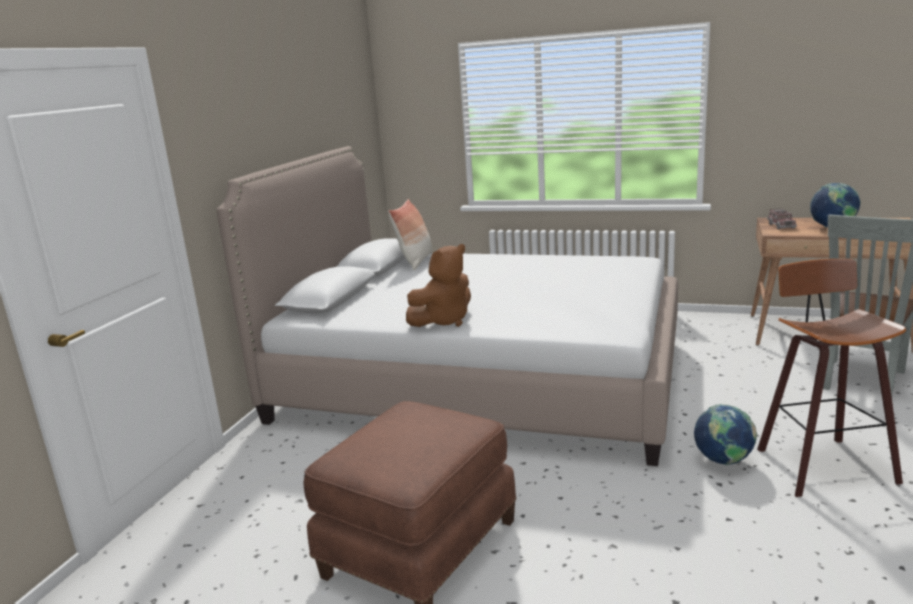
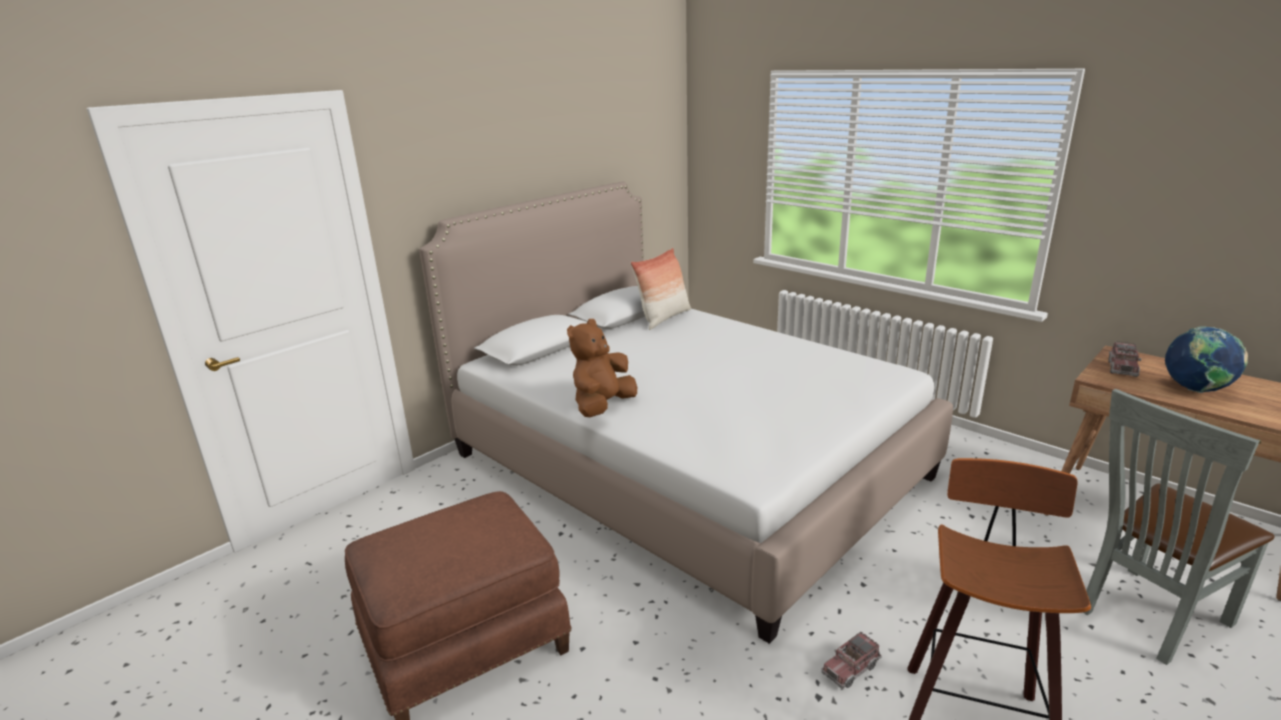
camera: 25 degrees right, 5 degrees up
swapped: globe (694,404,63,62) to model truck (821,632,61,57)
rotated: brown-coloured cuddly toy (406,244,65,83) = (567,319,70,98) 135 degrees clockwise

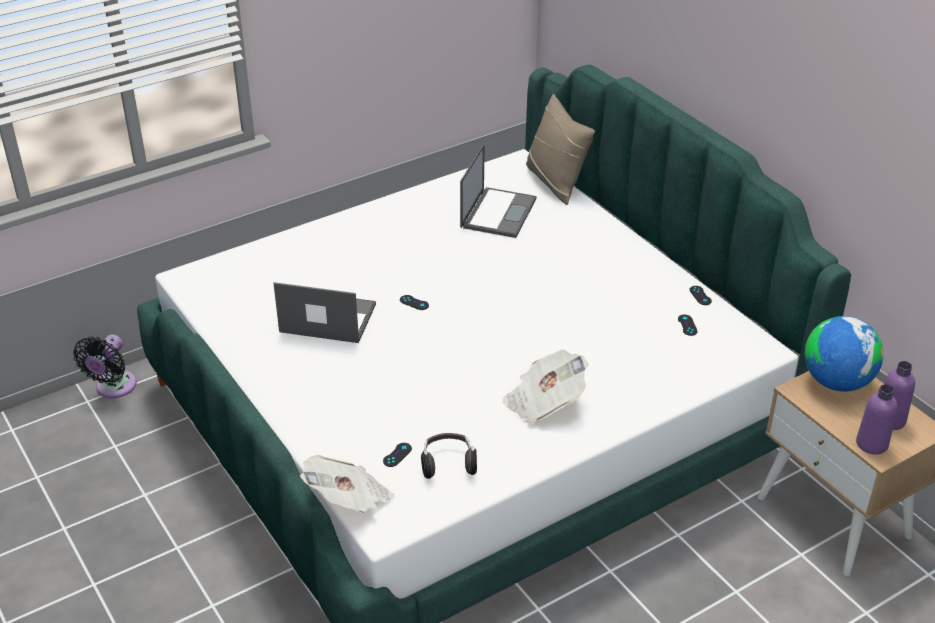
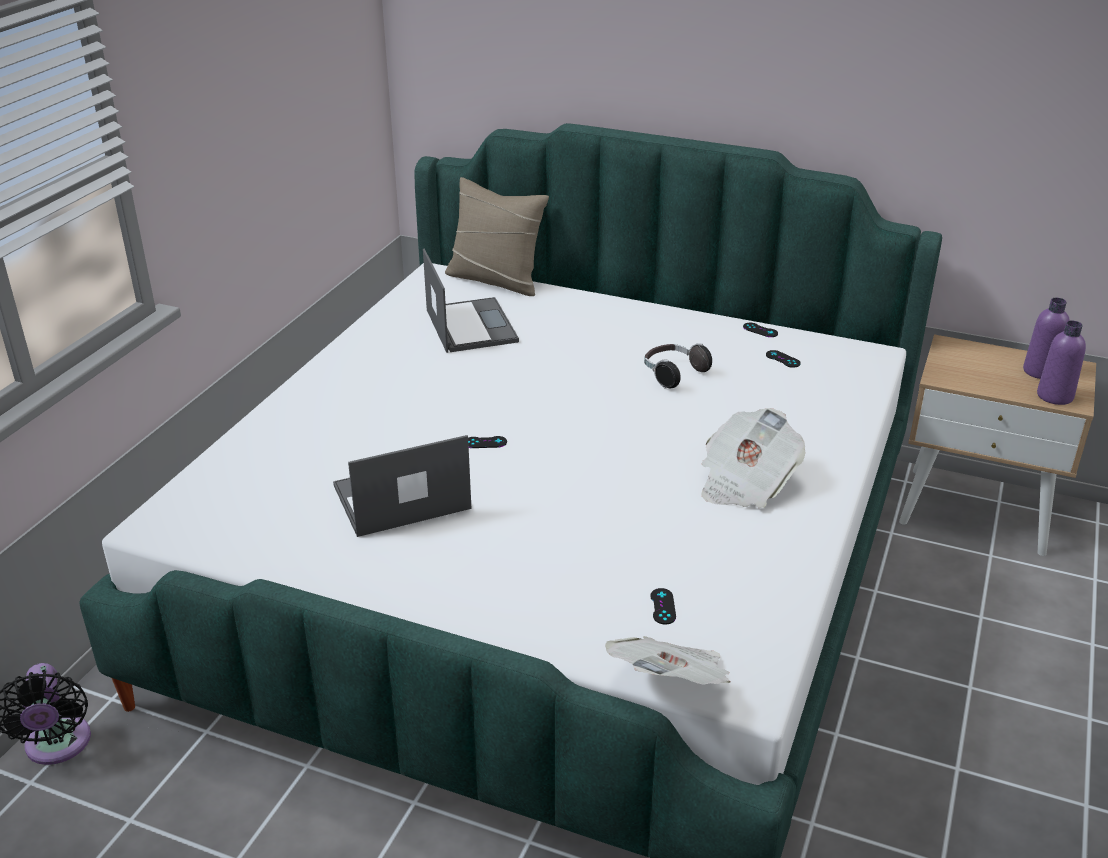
camera: 35 degrees left, 5 degrees down
gone: globe (805,316,78,76)
shifted: headset (421,433,56,46) to (644,343,68,46)

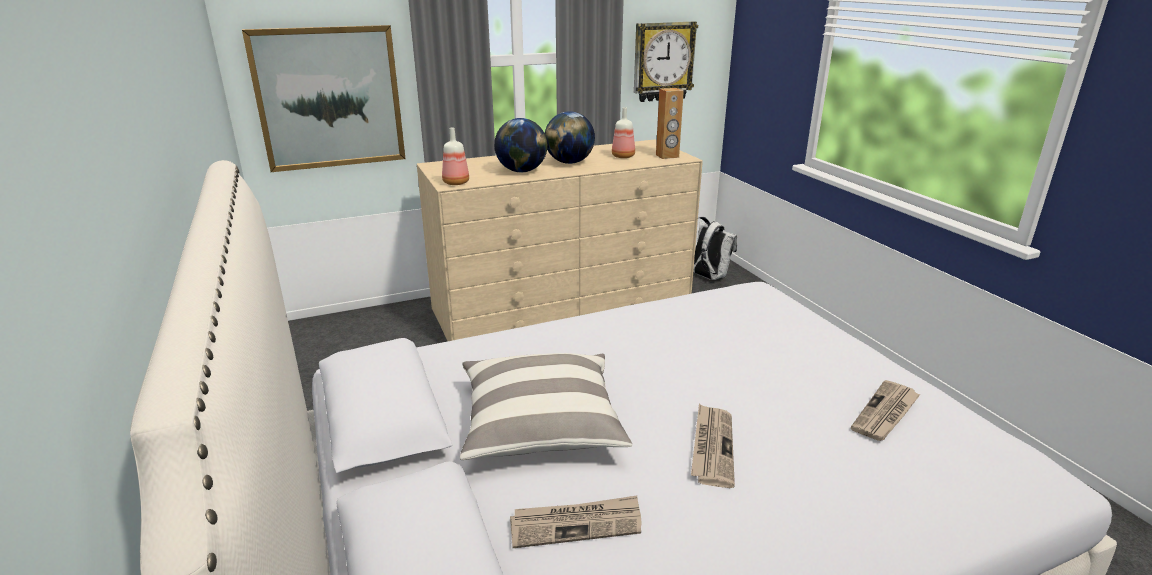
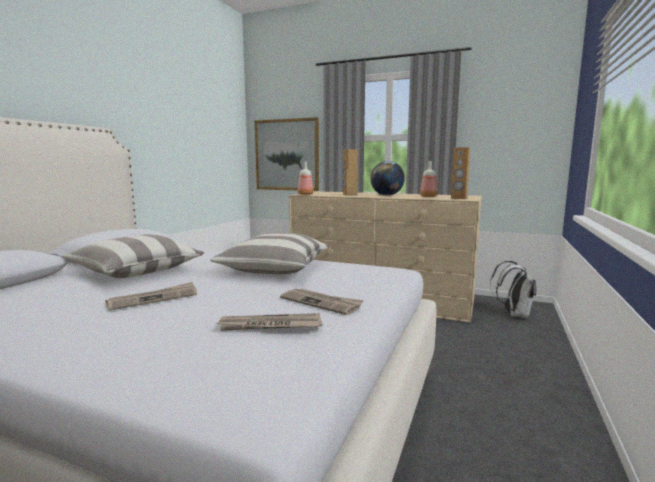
camera: 45 degrees right, 15 degrees down
gone: hanging clock (634,22,64,80)
new: pillow (210,232,119,42)
shifted: newspaper (510,496,132,52) to (280,288,84,27)
swapped: globe (494,118,53,54) to brown-coloured speaker (343,149,15,47)

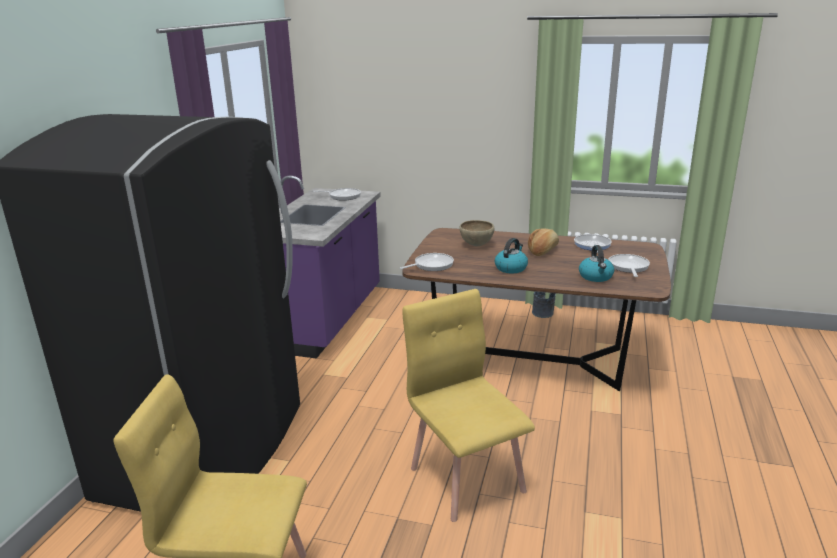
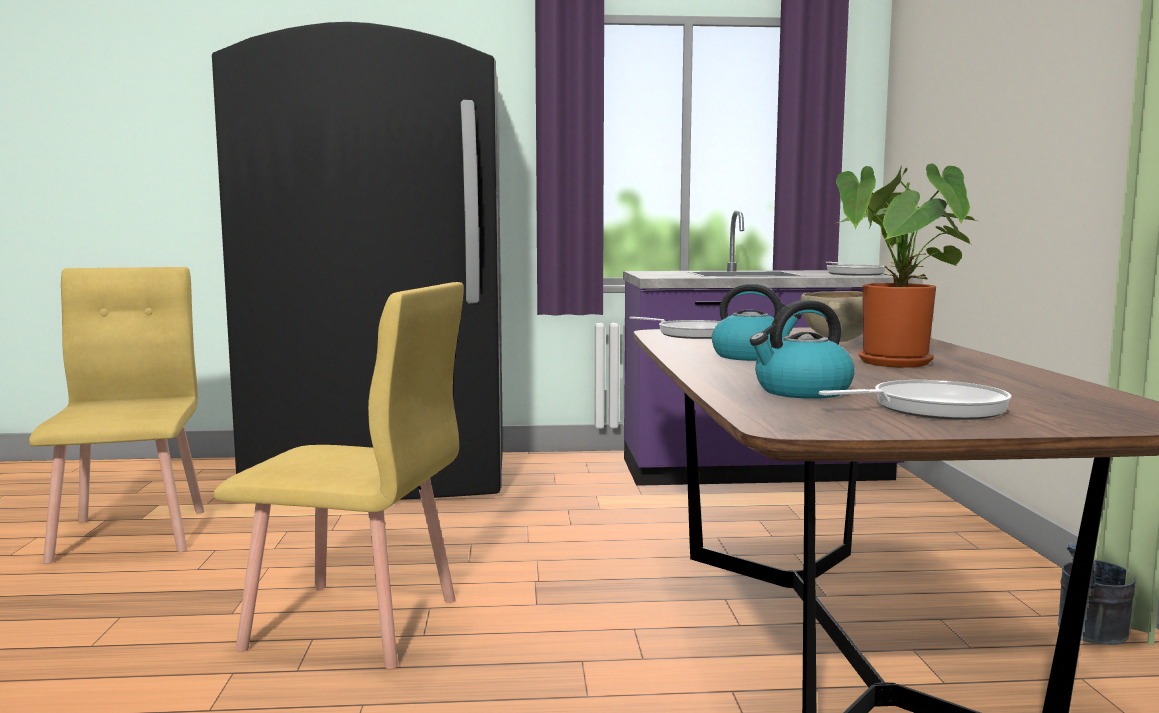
camera: 70 degrees right, 15 degrees down
gone: frying pan (574,234,38,19)
swapped: bread (528,228,31,28) to potted plant (836,164,141,204)
rotated: yellow upright chair (402,289,133,233) = (214,282,250,387) 60 degrees clockwise

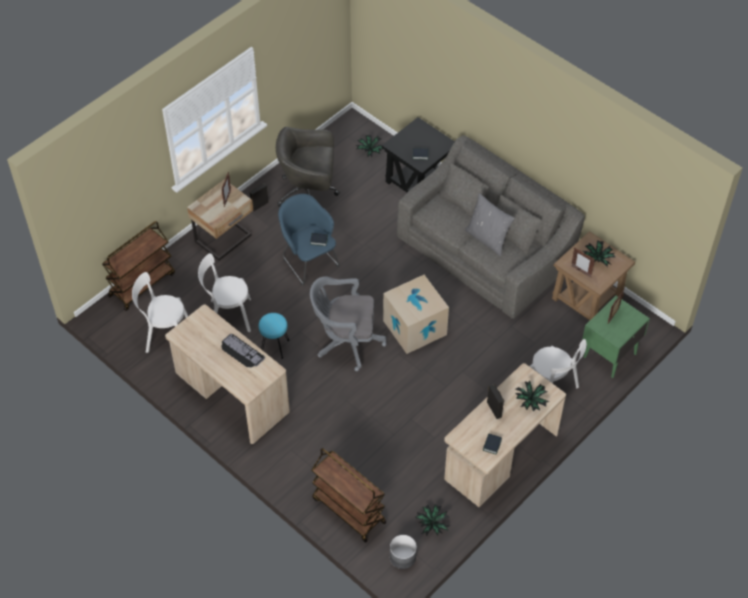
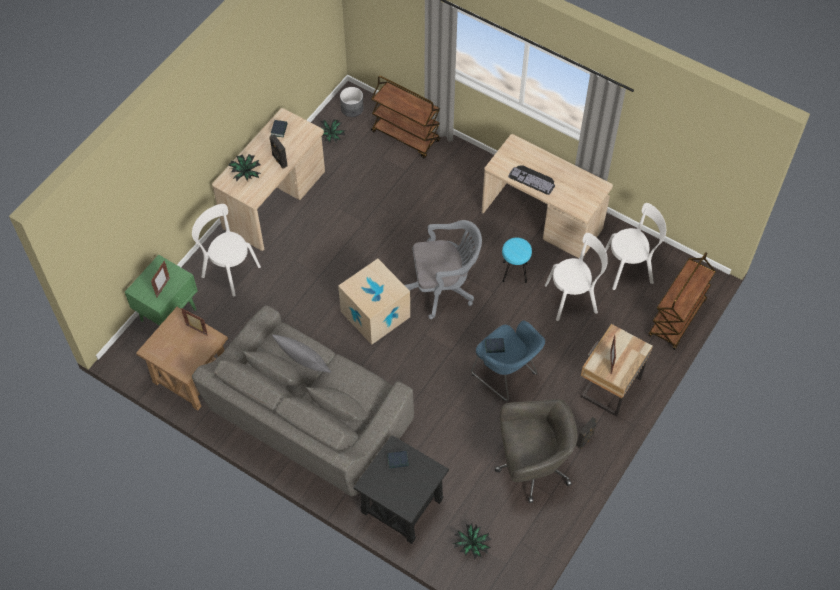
camera: 170 degrees right, 5 degrees up
gone: potted plant (583,240,32,27)

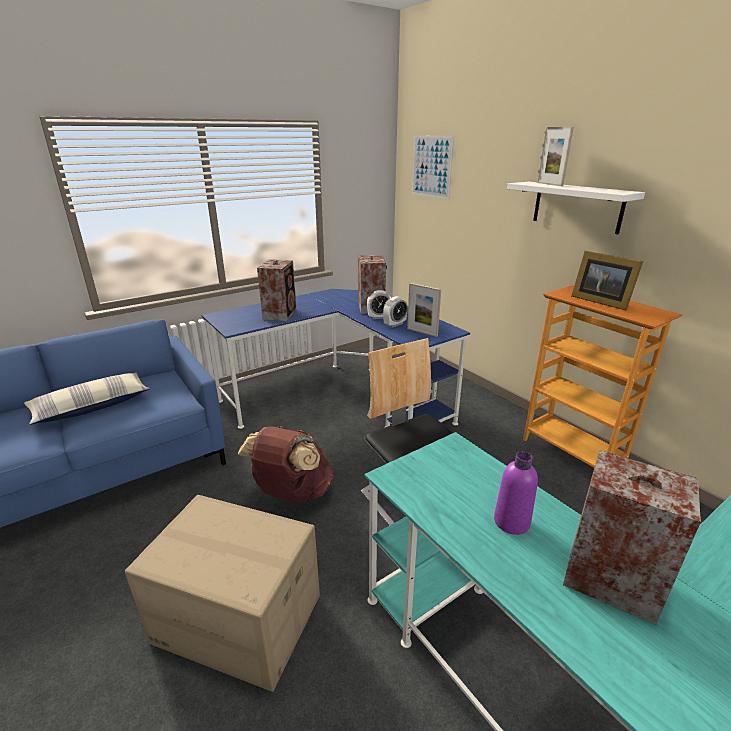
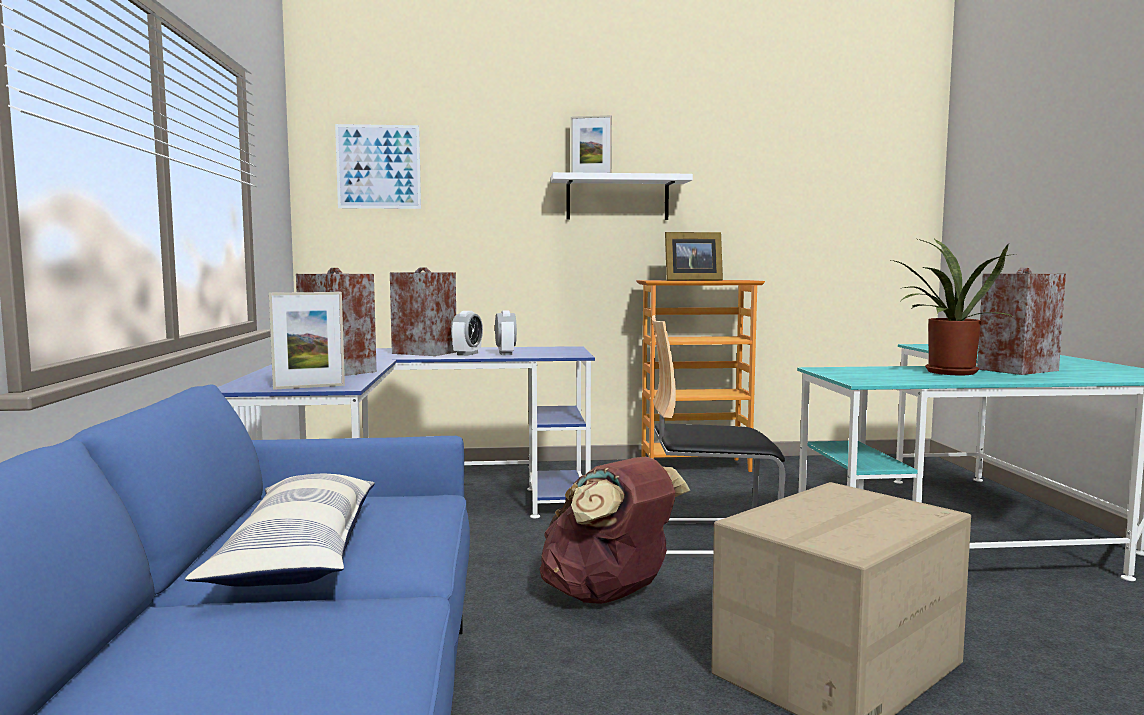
camera: 60 degrees left, 20 degrees down
shifted: standing frame (407,283,34,54) to (269,292,76,98)
swapped: purplish beverage bottle (494,451,44,84) to potted plant (891,238,124,137)

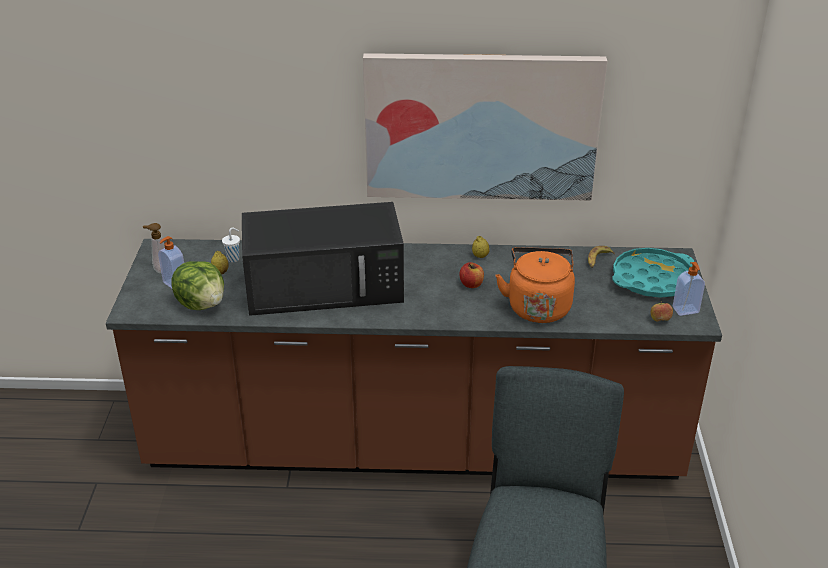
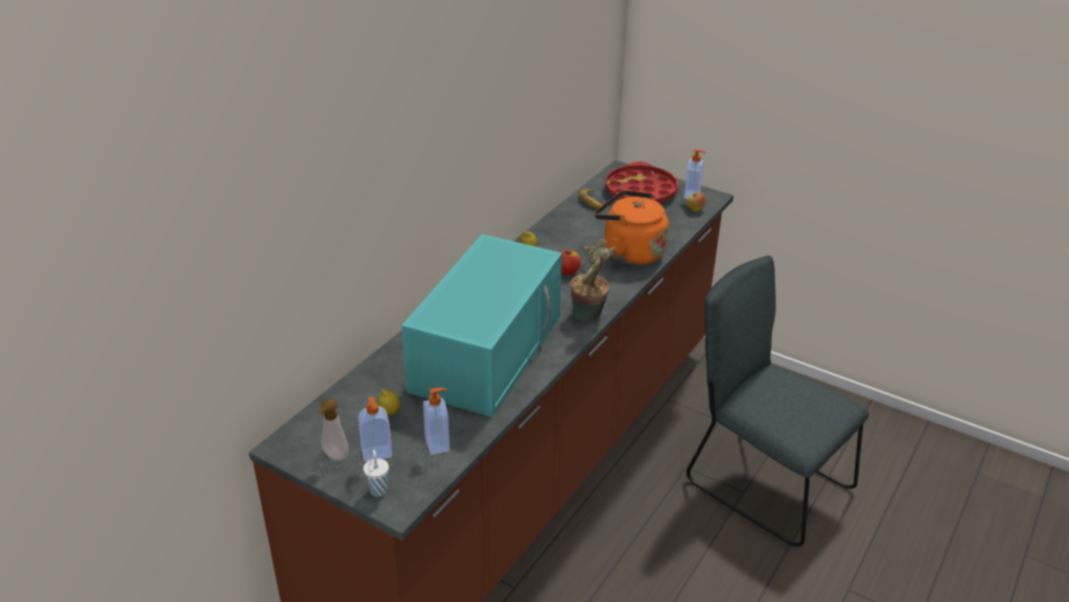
camera: 60 degrees left, 0 degrees up
gone: picture (363,53,244,148)
new: potted plant (570,239,46,82)
shifted: white cup (222,227,18,35) to (363,450,26,47)
swapped: lettuce (171,261,53,49) to soap bottle (423,388,27,67)
repainted: black kitchen microwave (242,202,162,114) to turquoise-coloured kitchen microwave (402,234,160,183); turquoise-coloured carrying tray (612,248,82,50) to red carrying tray (605,162,73,41)

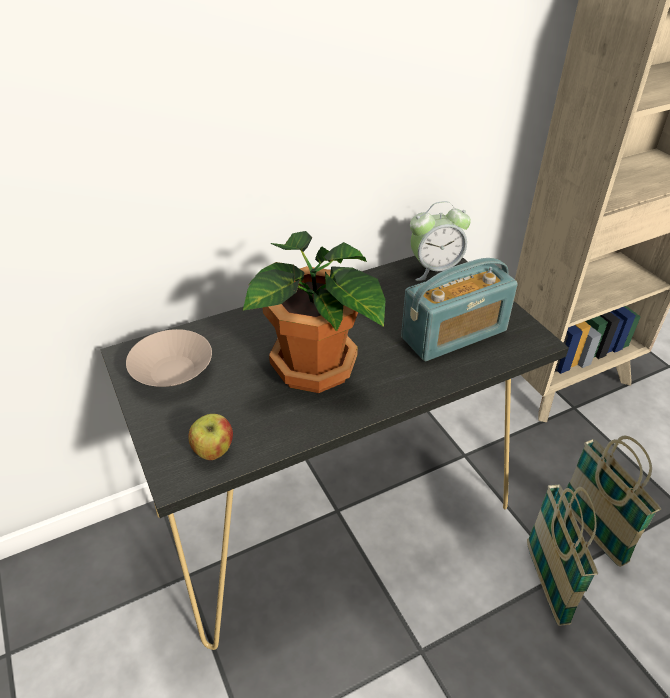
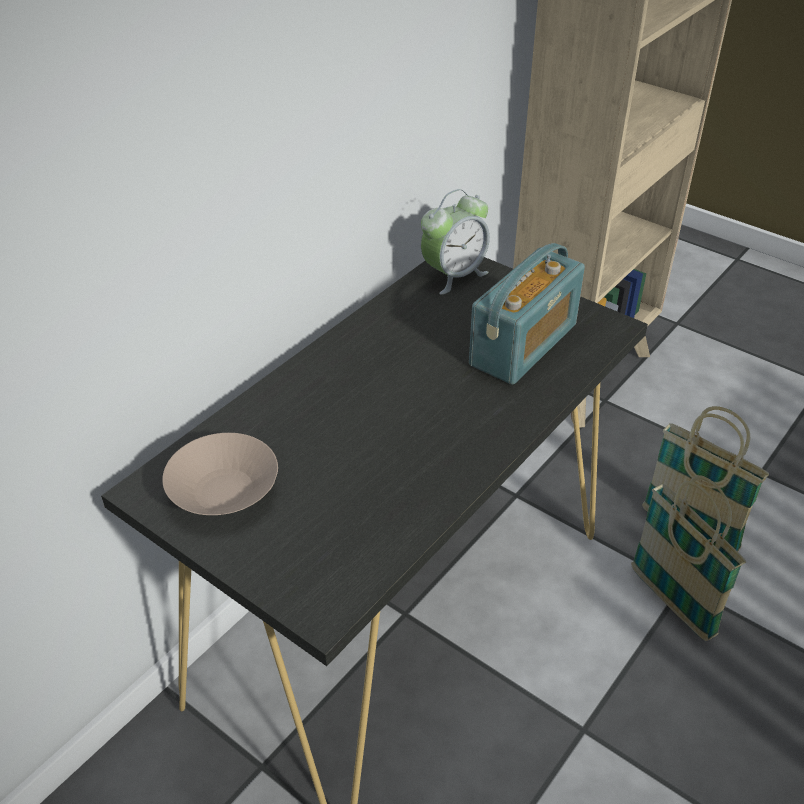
camera: 25 degrees left, 0 degrees up
gone: whole apple (188,414,45,46); potted plant (243,231,143,162)

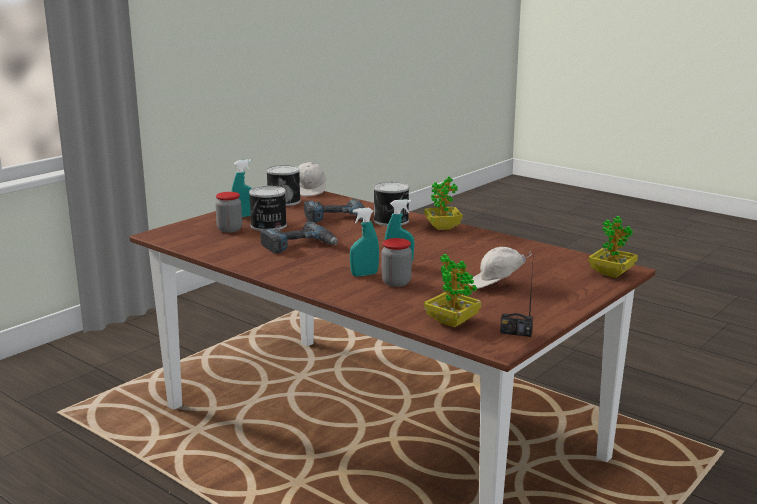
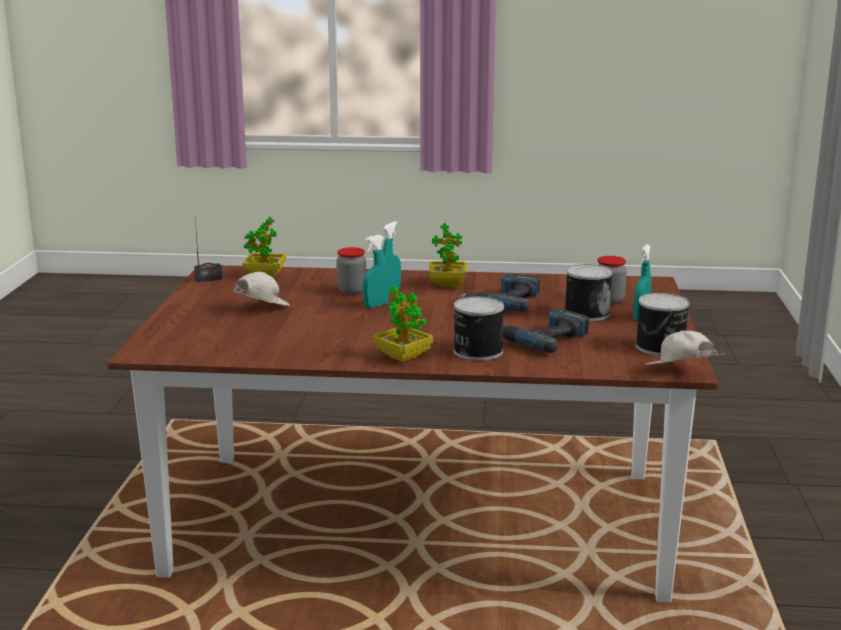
camera: 145 degrees right, 0 degrees up
shifted: potted plant (588,216,50,62) to (429,223,38,64)

